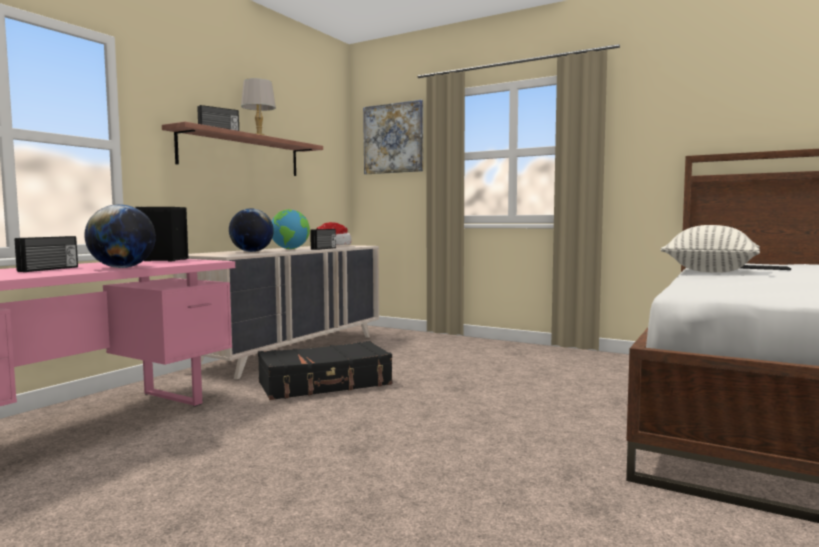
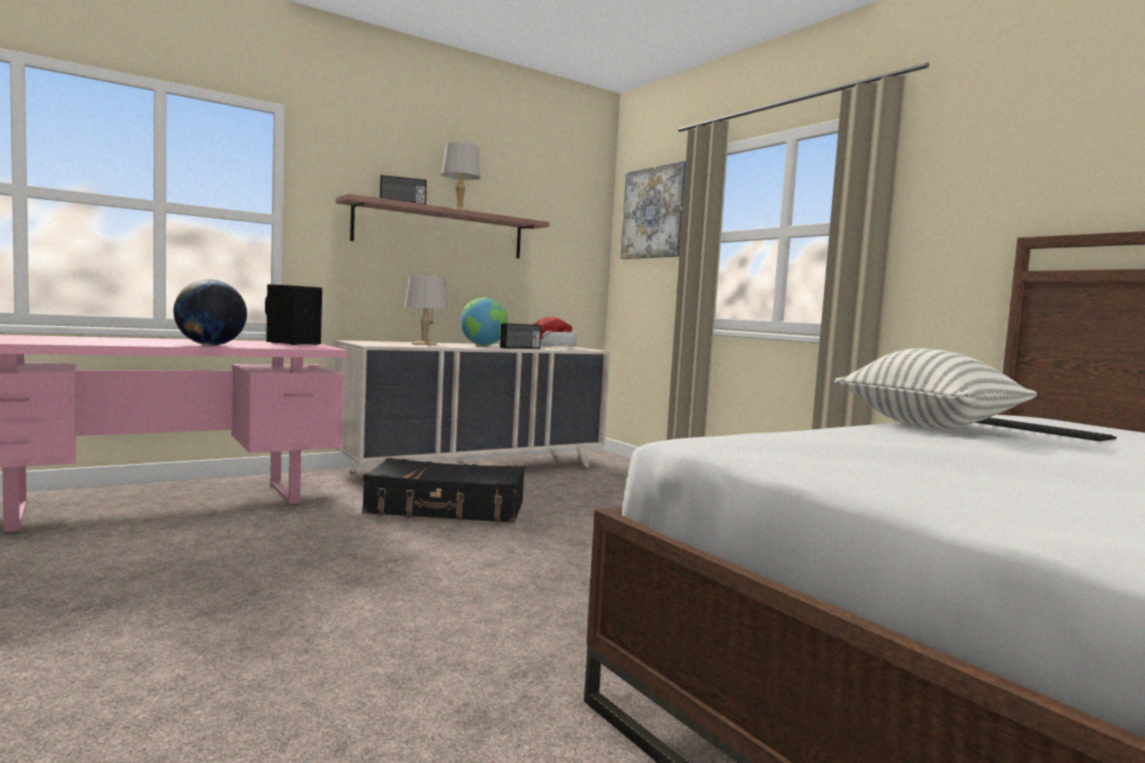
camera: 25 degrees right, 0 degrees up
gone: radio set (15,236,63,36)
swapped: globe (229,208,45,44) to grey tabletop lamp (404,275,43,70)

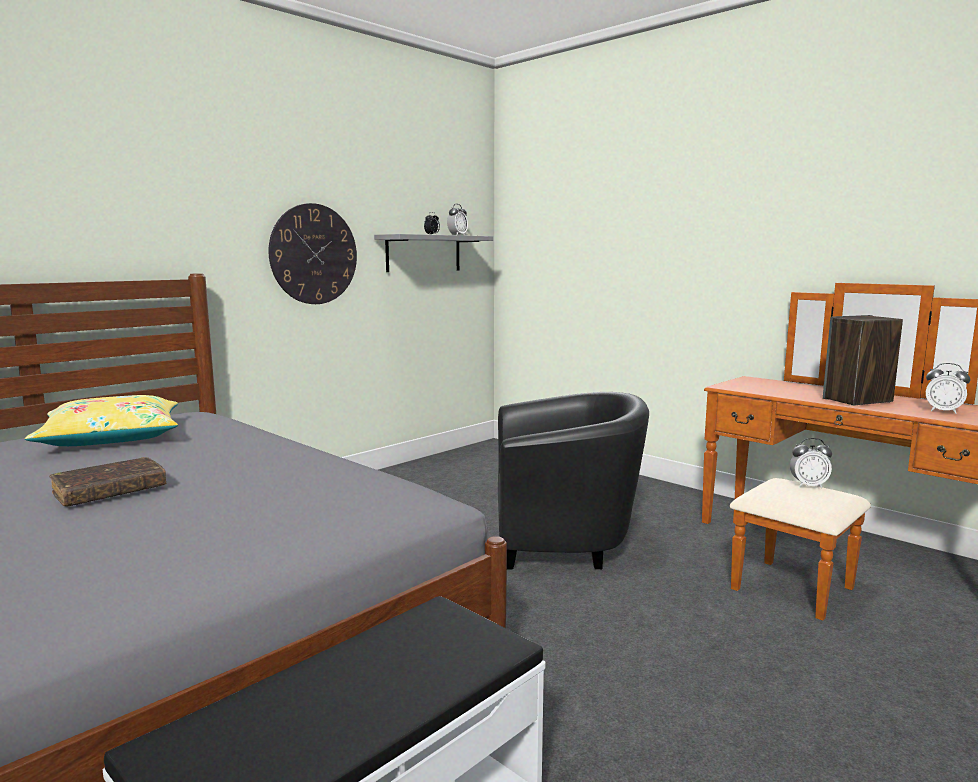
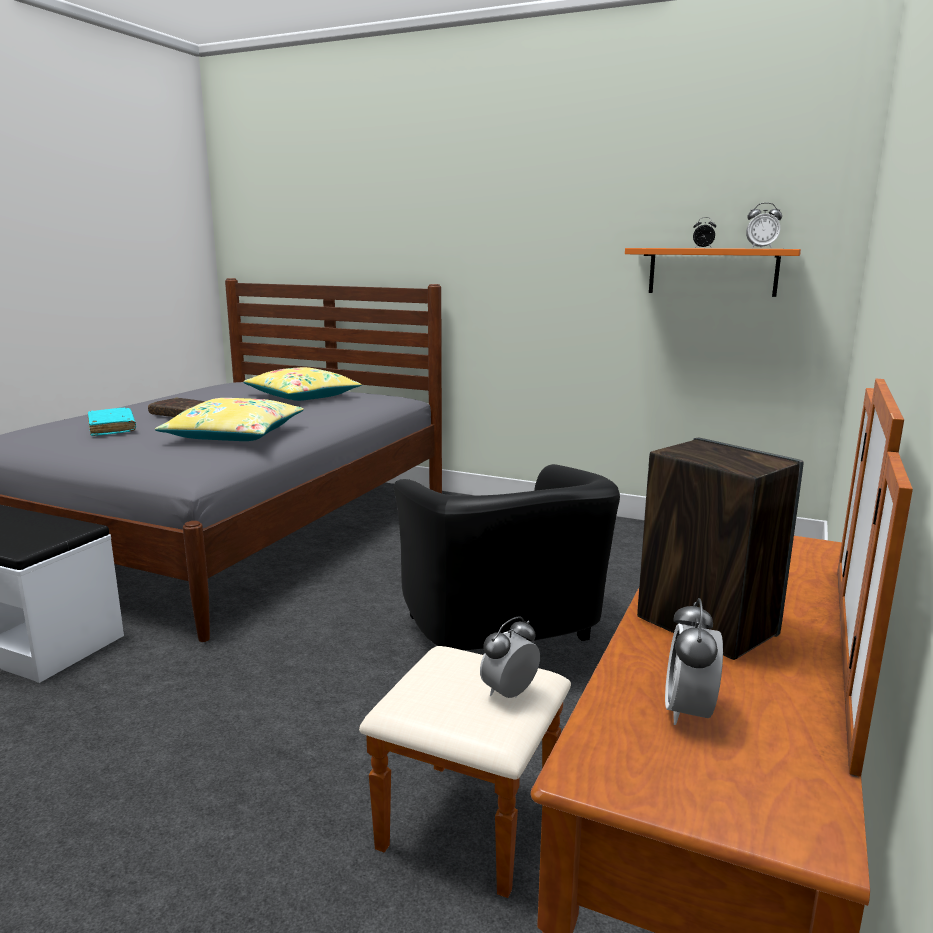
camera: 70 degrees right, 5 degrees up
gone: hanging clock (269,203,88,101)
new: turquoise-coloured volume (88,408,48,28); yellow pillow (155,398,149,43)
repainted: grey wall shelf (374,234,119,38) to orange wall shelf (625,248,176,49)
rotated: bedside clock (790,438,42,50) = (480,616,60,82) 60 degrees clockwise

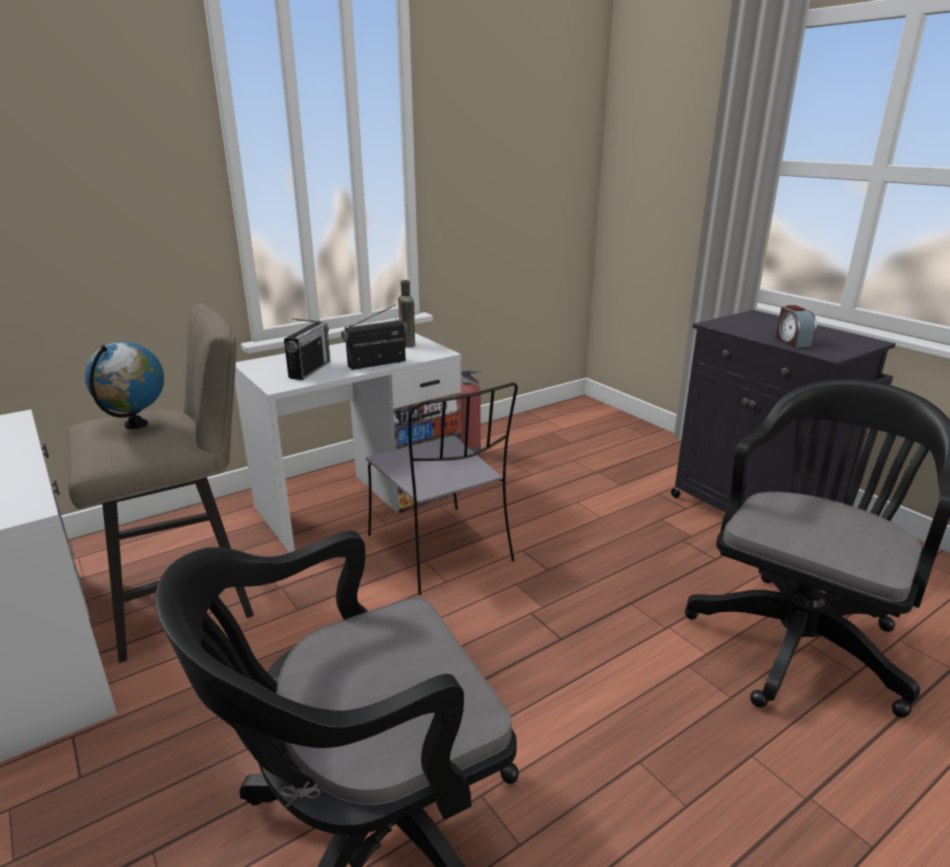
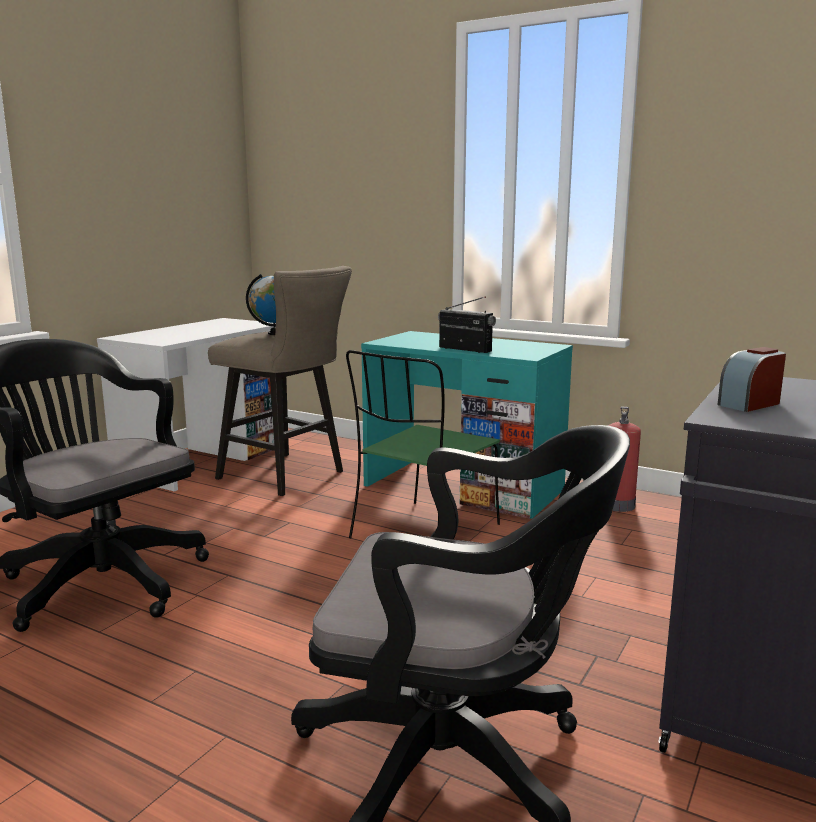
camera: 65 degrees right, 10 degrees down
gone: radio set (284,318,47,62); brown-coloured beverage bottle (398,280,17,68)
repainted: white desk unit (235,333,227,219) to turquoise-coloured desk unit (361,331,212,188); grey upright chair (366,383,152,212) to green upright chair (346,350,154,188)

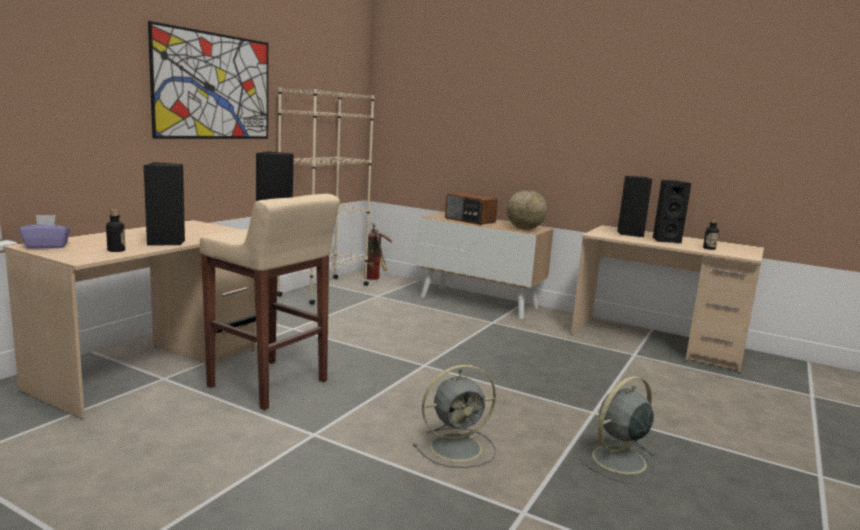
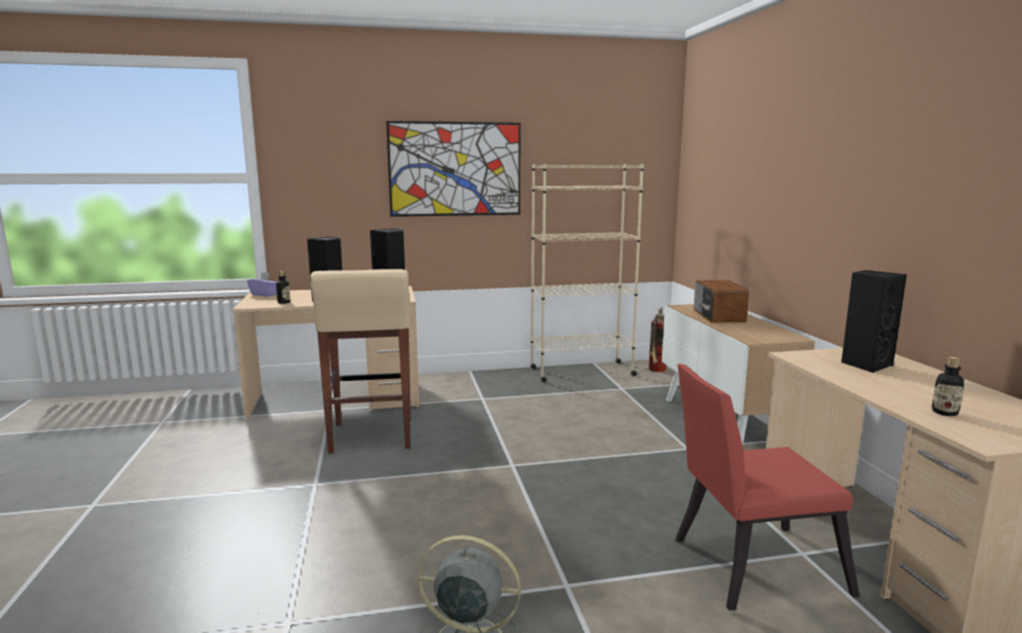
camera: 50 degrees right, 0 degrees up
gone: grey electric fan (413,365,83,103); globe (507,190,40,40); black speaker (653,180,38,63)
new: red upright chair (675,364,185,247)

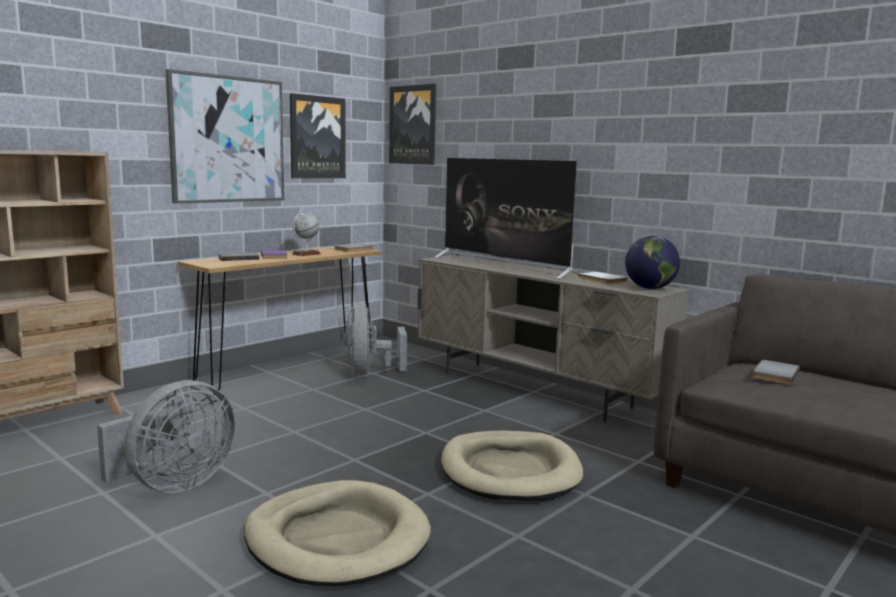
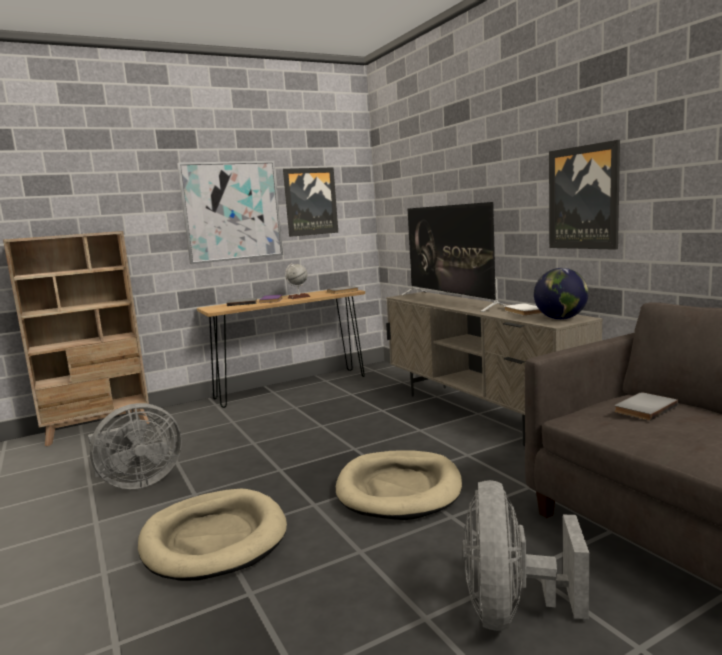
camera: 20 degrees right, 0 degrees up
shifted: grey electric fan (344,303,63,72) to (463,480,126,151); picture (389,84,47,81) to (549,140,71,110)

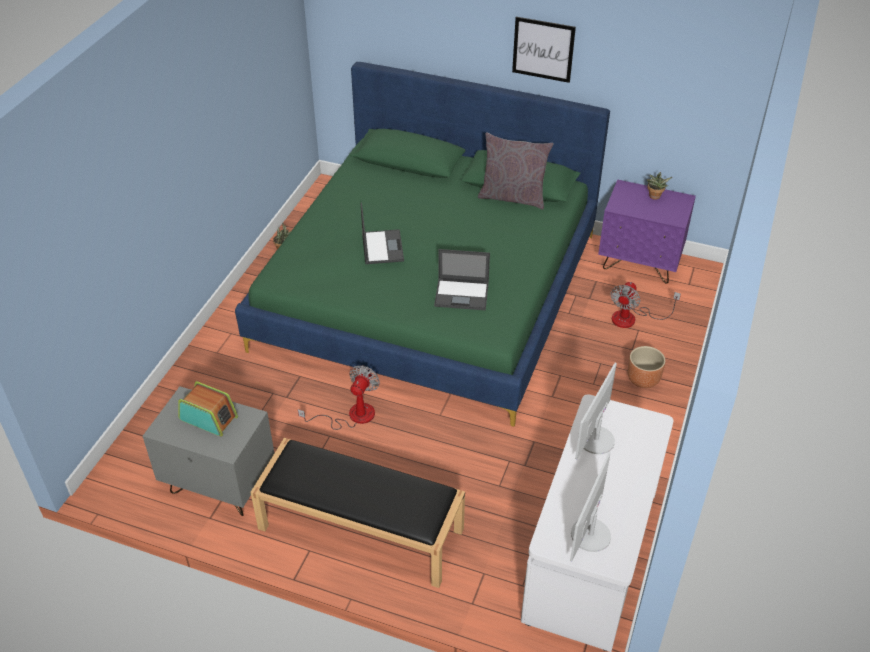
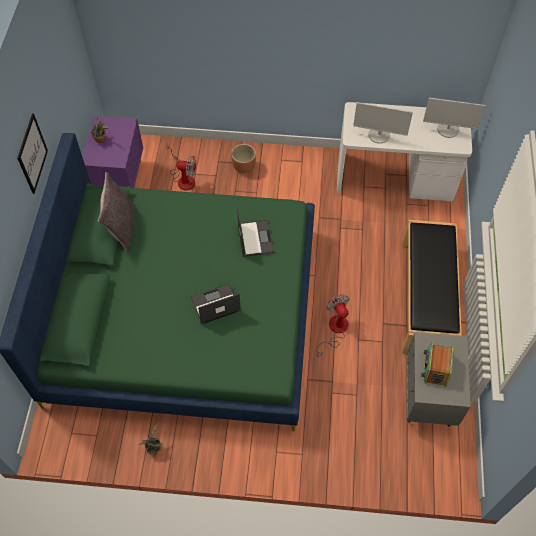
camera: 105 degrees left, 15 degrees up
rotated: electric fan (298,365,82,65) = (317,295,32,62) 60 degrees clockwise

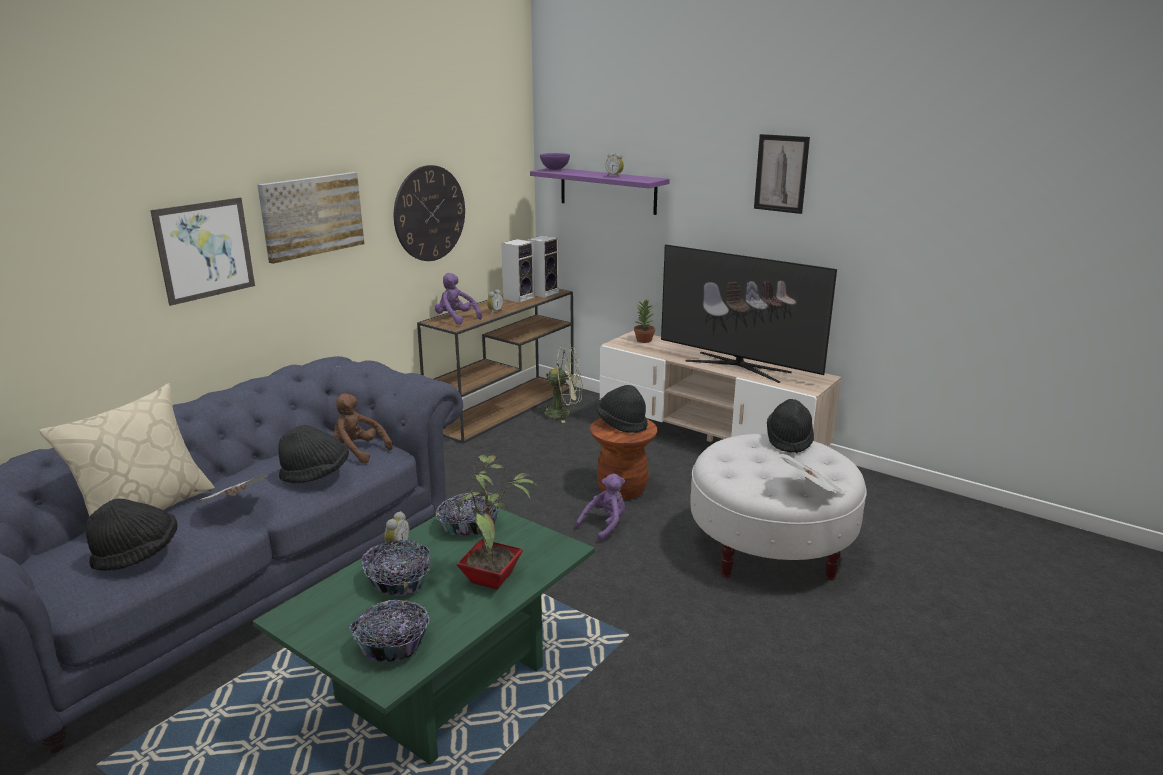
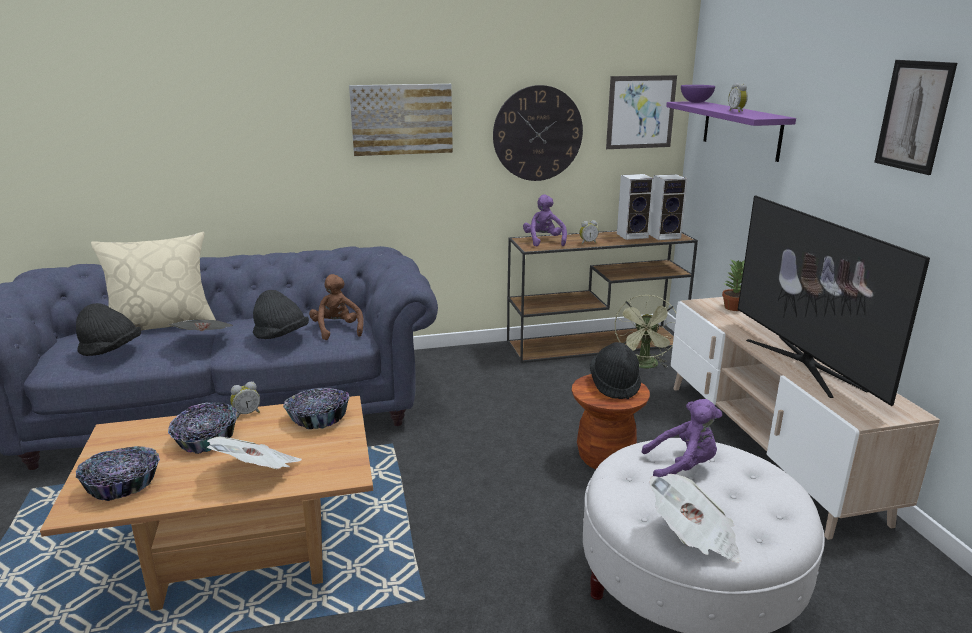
camera: 40 degrees right, 0 degrees up
gone: black wearable hat (767,399,47,54)
shifted: picture (150,198,105,108) to (606,75,71,74); purplish cuddly toy (576,473,49,69) to (641,399,81,78)
swapped: potted plant (457,455,81,135) to newspaper (207,436,95,33)
repainted: green low table (253,508,342,257) to brown-coloured low table (40,396,333,215)
rotated: green electric fan (538,347,45,76) = (615,295,61,73) 60 degrees clockwise

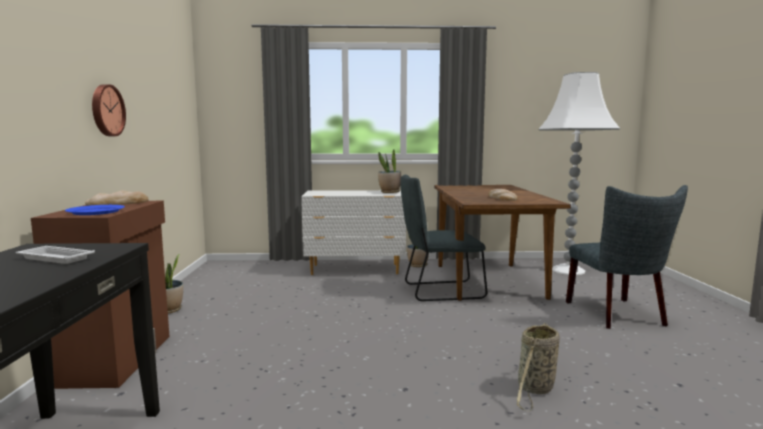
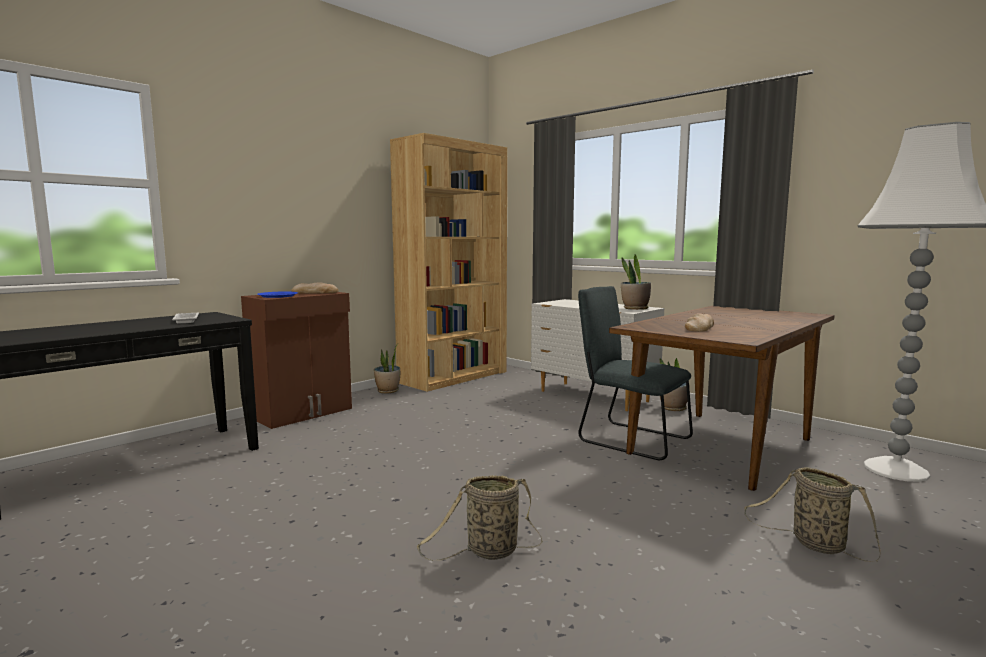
camera: 45 degrees right, 0 degrees up
gone: hanging clock (92,84,34,52)
new: brown-coloured bookcase (390,133,117,259)
swapped: grey upright chair (566,185,122,144) to household basket (744,467,137,95)

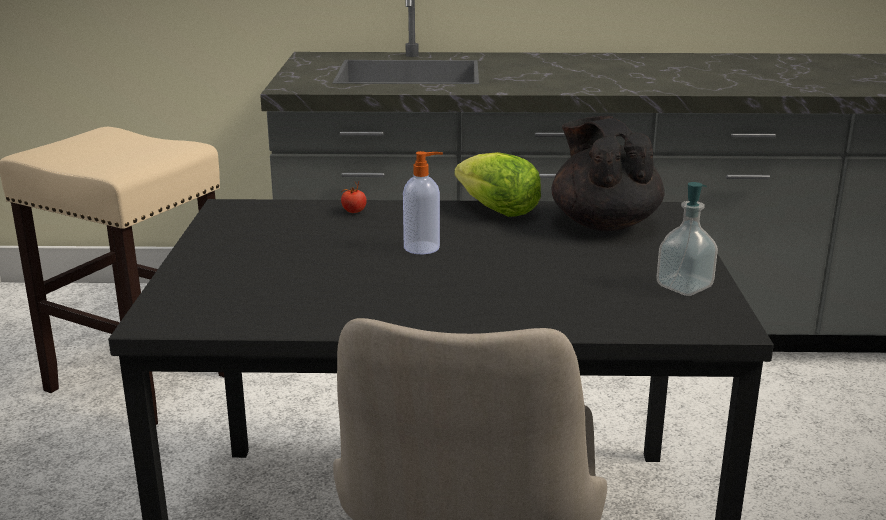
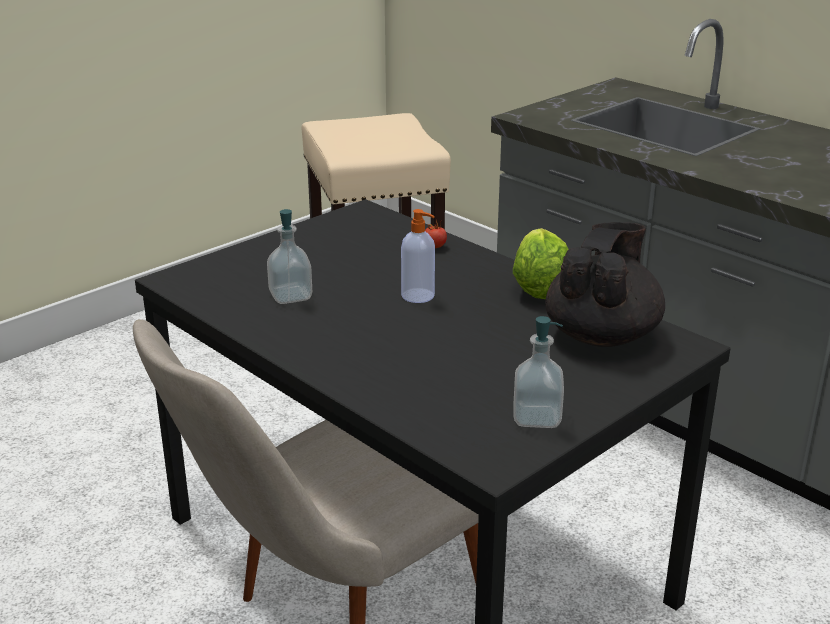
camera: 45 degrees right, 5 degrees up
new: soap bottle (267,209,45,95)

